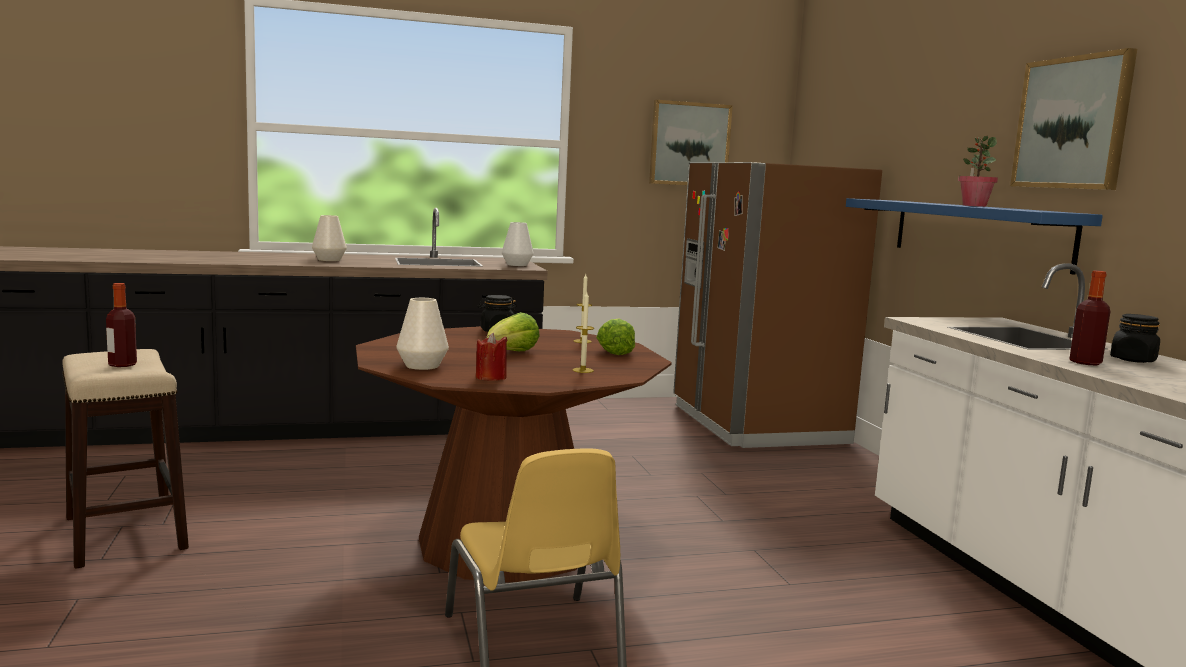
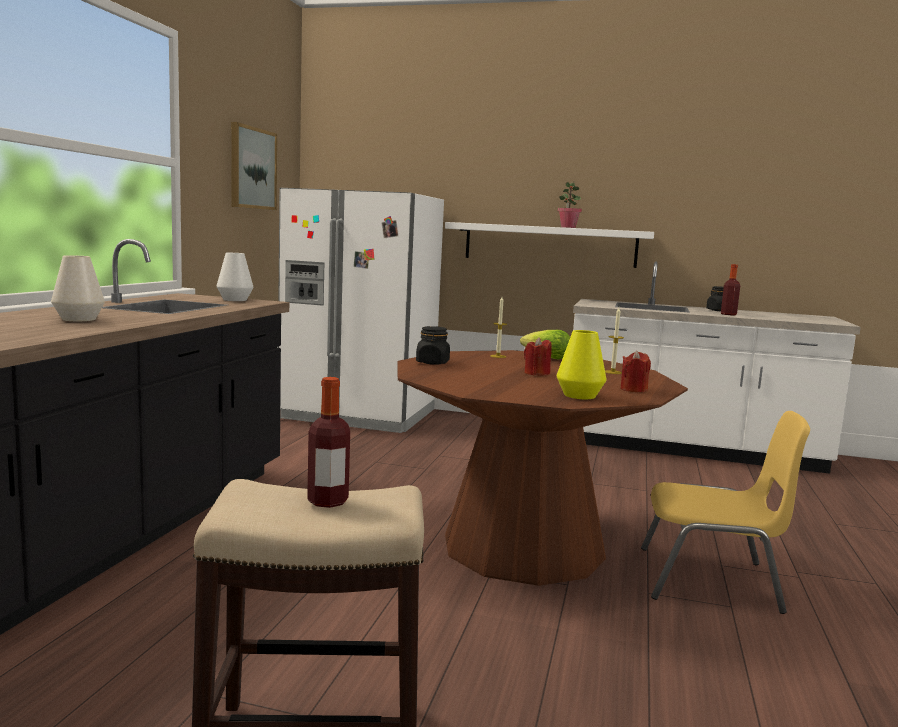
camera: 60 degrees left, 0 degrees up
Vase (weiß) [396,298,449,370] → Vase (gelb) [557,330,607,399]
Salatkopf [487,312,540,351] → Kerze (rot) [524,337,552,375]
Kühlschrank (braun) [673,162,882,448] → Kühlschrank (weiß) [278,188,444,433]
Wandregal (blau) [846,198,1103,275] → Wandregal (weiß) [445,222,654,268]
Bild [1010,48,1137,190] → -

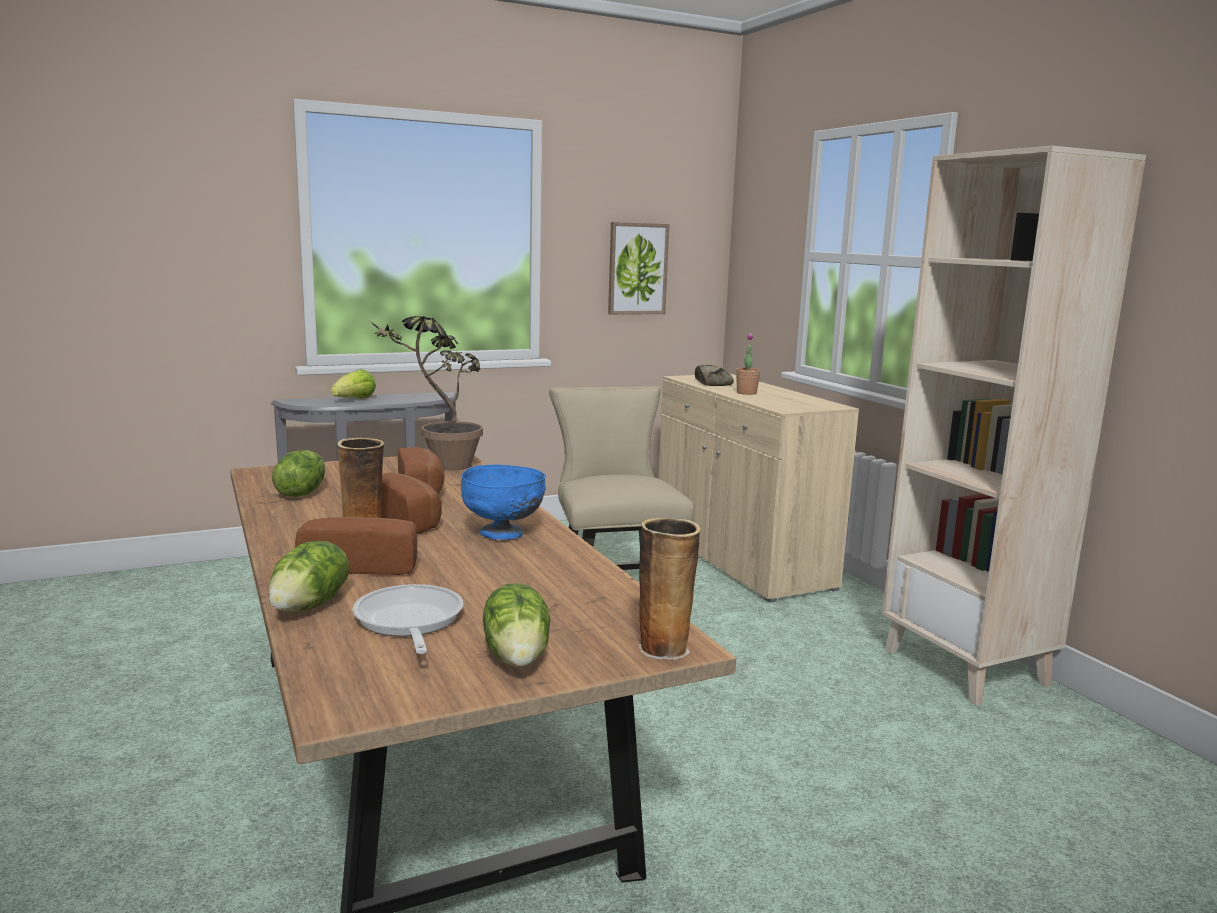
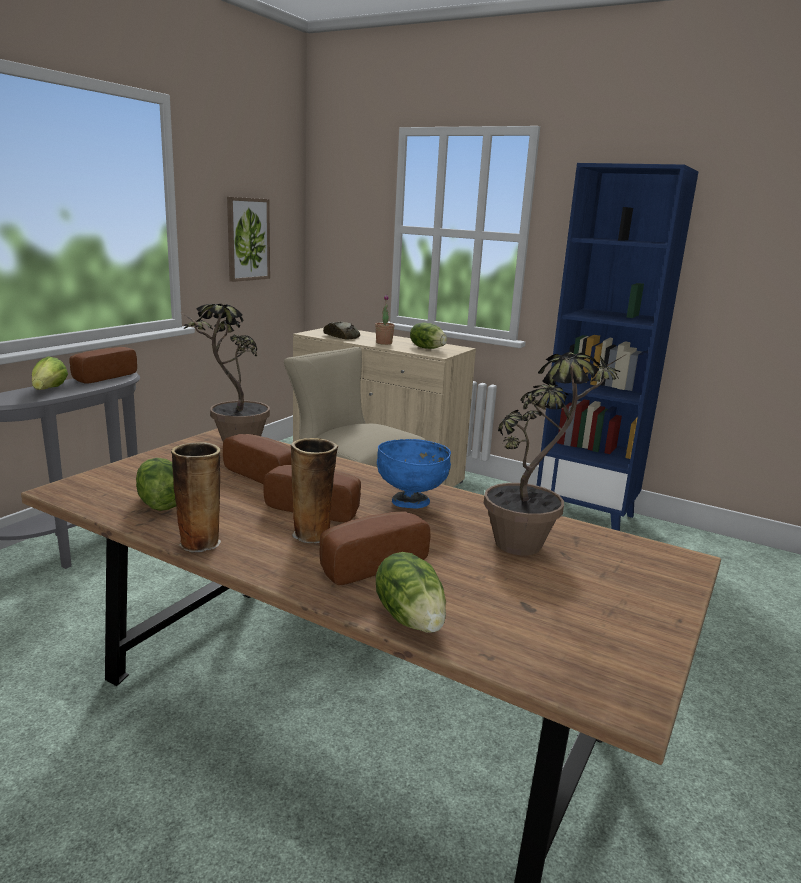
camera: 35 degrees left, 5 degrees up
Pfanne [352,584,463,654] → -
Salatkopf [483,583,550,667] → Salatkopf [410,322,447,349], shifted
Vase [638,518,701,660] → Vase [171,442,221,552], shifted
Bücherregal (beige) [882,146,1146,705] → Bücherregal (blau) [536,163,698,531]
- → Brot [69,347,137,384]
- → Topfpflanze [484,352,627,555]

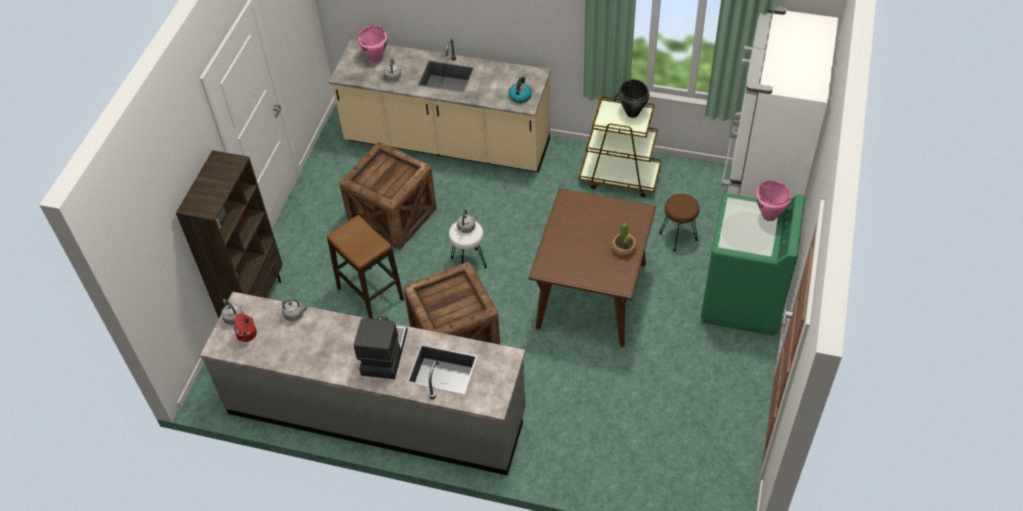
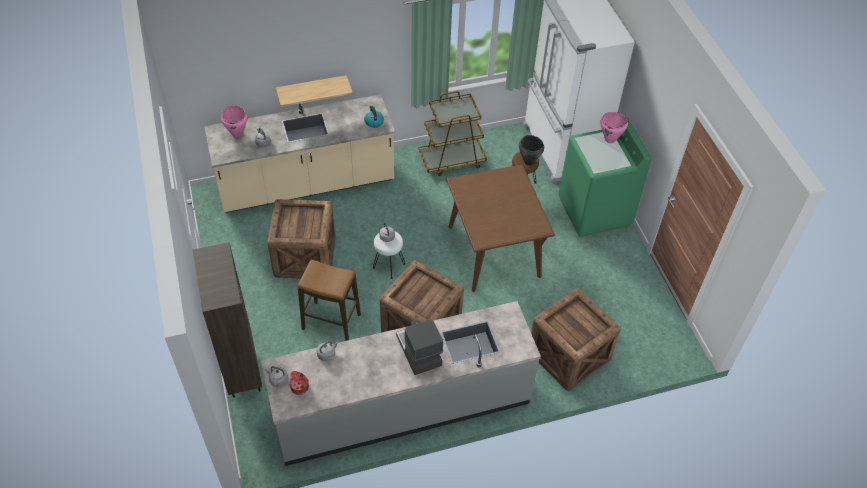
camera: 35 degrees left, 0 degrees up
Topfpflanze [612,223,637,256] → -
Kochtopf (schwarz) [619,79,649,118] → Kochtopf (schwarz) [519,135,544,165], shifted
- → Wandregal [276,75,353,107]
- → Kiste [531,289,621,391]

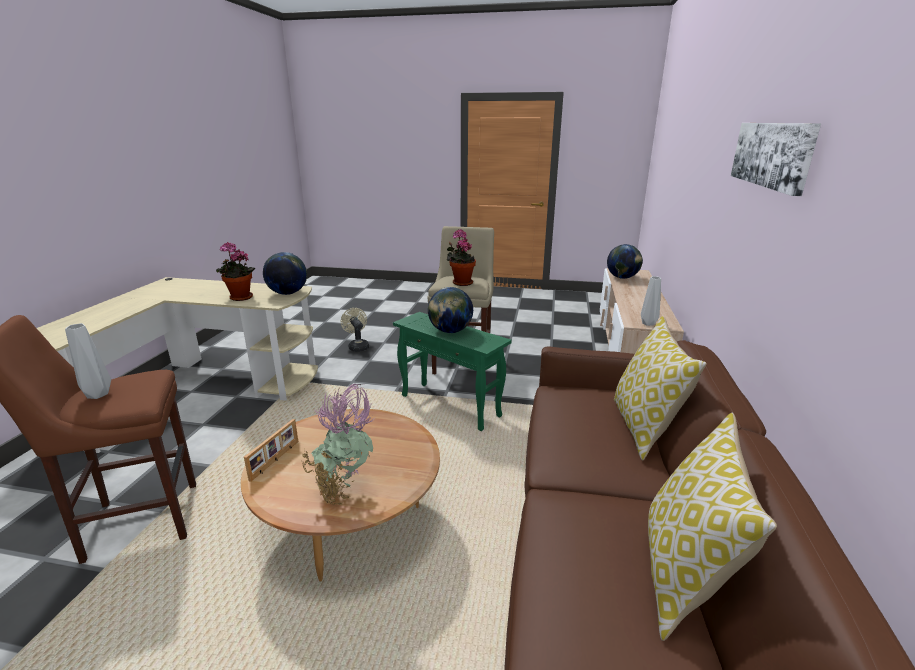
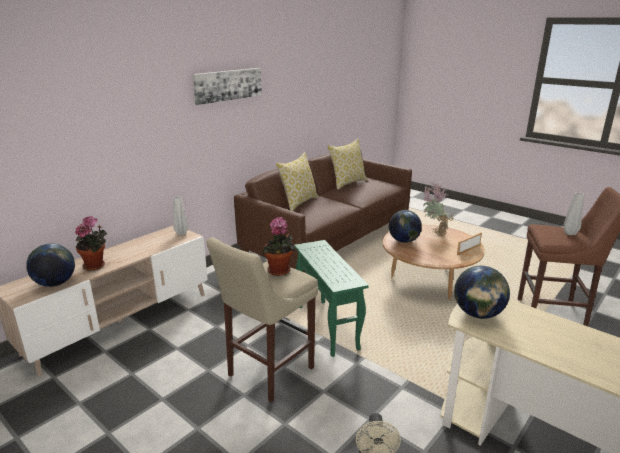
camera: 150 degrees left, 0 degrees up
Topfpflanze [216,242,255,301] → Topfpflanze [75,216,107,271], shifted
Globus [428,287,473,333] → Globus [389,210,422,243], shifted

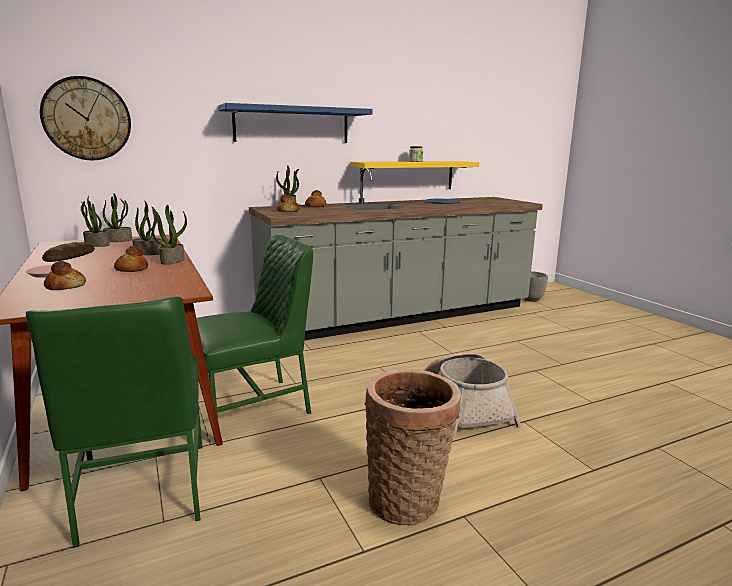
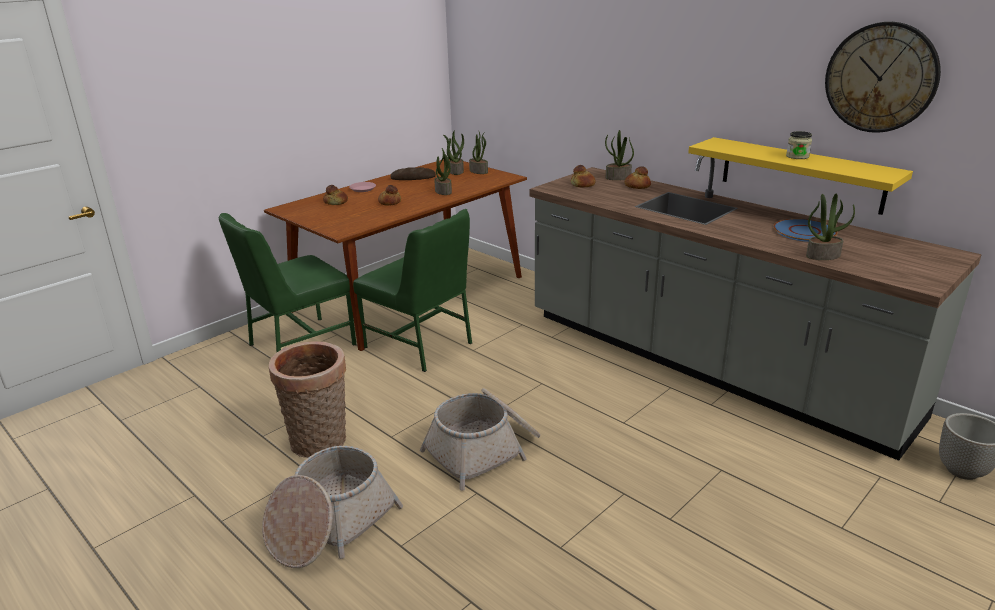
camera: 70 degrees right, 10 degrees up
Wanduhr [40,76,131,160] → Wanduhr [825,22,941,133], shifted
Topfpflanze [152,205,187,265] → Topfpflanze [806,194,855,260], shifted
Wandregal (blau) [218,103,372,143] → -
- → Korb [262,446,403,568]

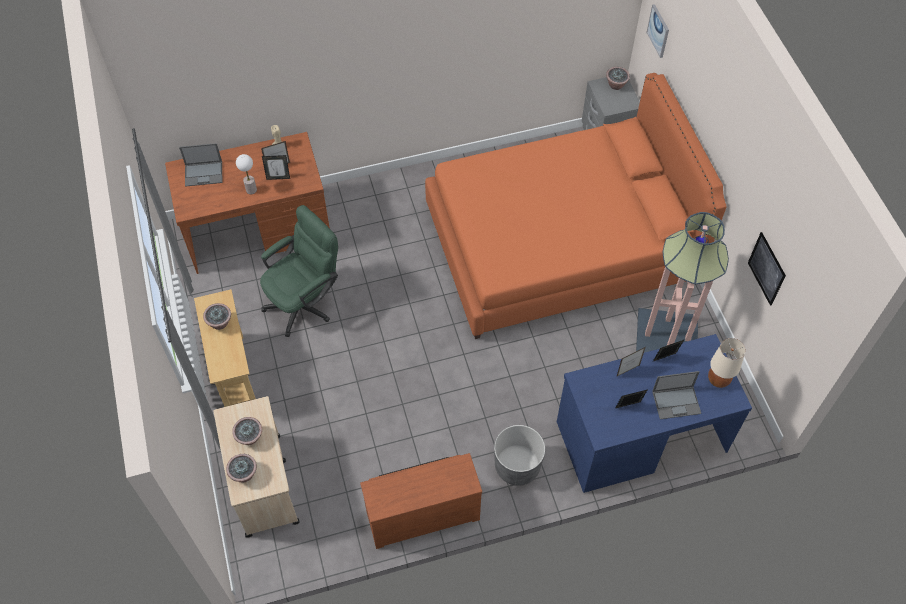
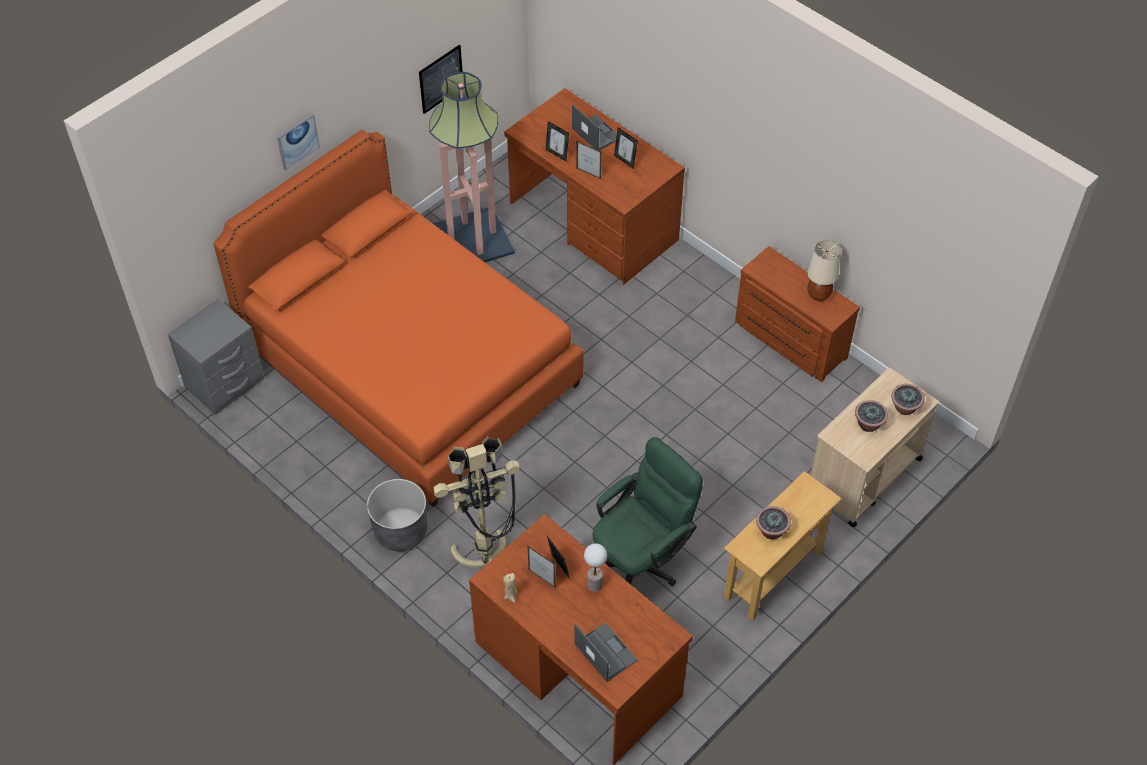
camera: 120 degrees left, 5 degrees down
Bürostuhl (grün) [260,205,338,337] → Bürostuhl (grün) [593,437,703,586], 120 degrees clockwise
Pflanzkübel (grau) [494,425,545,486] → Pflanzkübel (grau) [367,479,427,551], shifted
Schreibtisch (blau) [557,334,752,493] → Schreibtisch (braun) [504,88,685,285]
Topfpflanze [606,67,630,90] → -
Bild [646,4,669,58] → Bild [277,114,320,171], shifted
Tischlampe (beige) [708,338,746,388] → Tischlampe (beige) [807,240,840,301], shifted
- → Stehlampe (beige) [434,437,519,568]

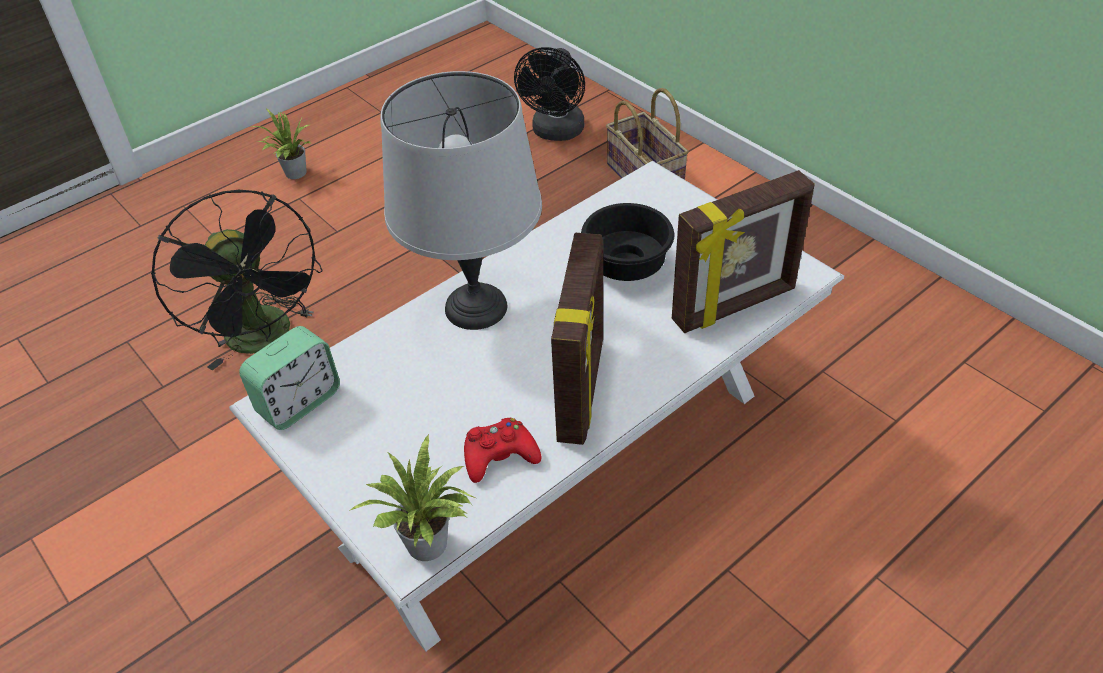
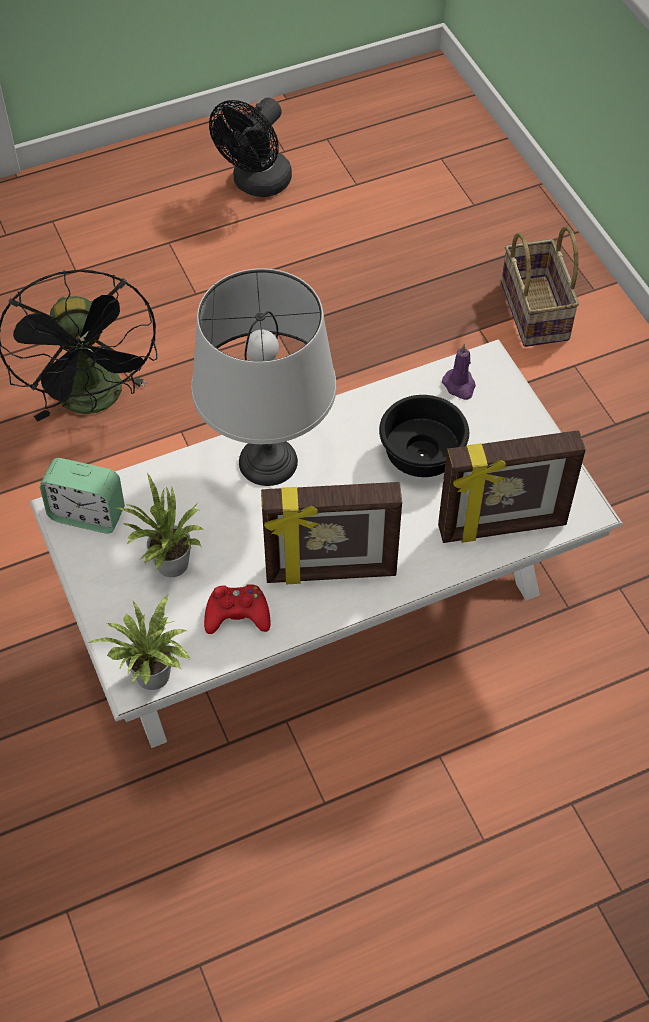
camera: 15 degrees right, 10 degrees up
Wecker [239,326,340,430] → Wecker [40,458,125,533], 45 degrees clockwise
Topfpflanze [250,108,312,179] → Topfpflanze [116,472,204,577], shifted
Ventilator (schwarz) [514,47,585,141] → Ventilator (schwarz) [209,97,292,197], shifted
Bilderrahmen [551,233,603,445] → Bilderrahmen [261,482,402,584], 60 degrees clockwise
- → Kerze (lila) [442,344,476,400]

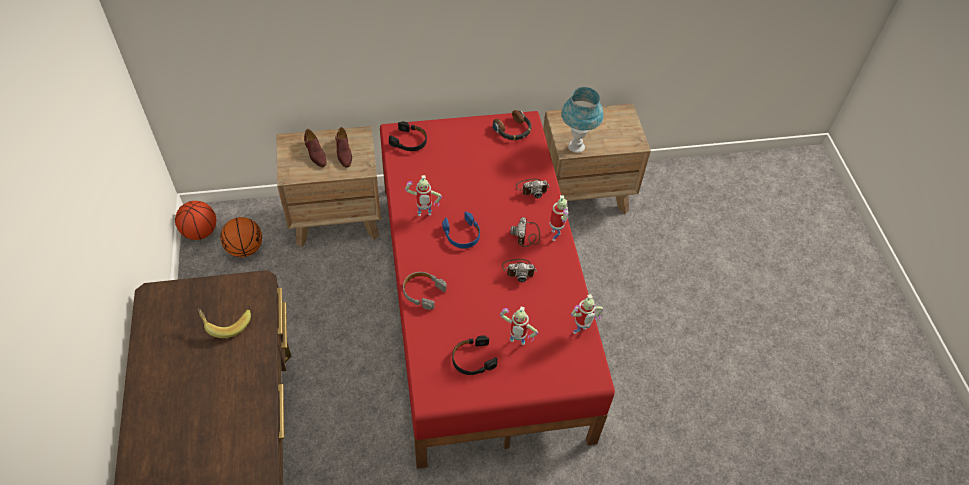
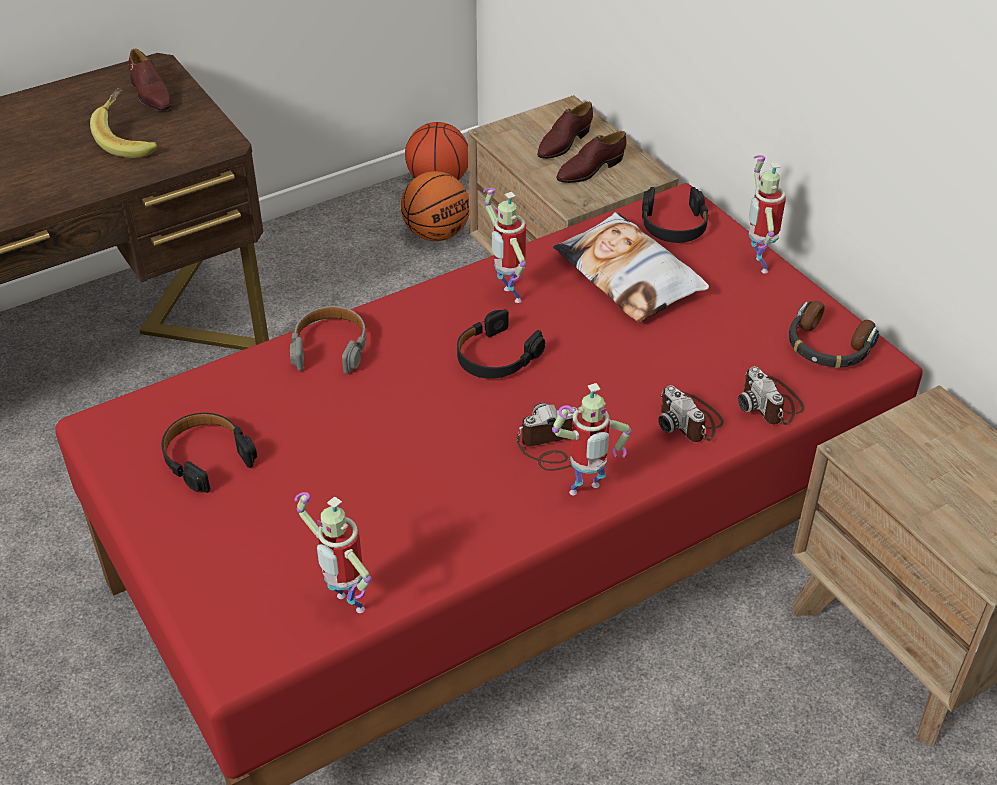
camera: 70 degrees right, 10 degrees down
Kopfhörer (blau) [442,212,480,249] → Kopfhörer (schwarz) [457,309,545,379]
Spielzeugroboter [500,307,538,345] → Spielzeugroboter [749,155,786,274], shifted
Kamera [502,259,537,282] → Kamera [738,366,805,425], shifted
Tischlampe (blau) [561,87,604,153] → -
- → Schuh (braun) [127,49,171,111]
- → Kissen [553,212,709,323]

